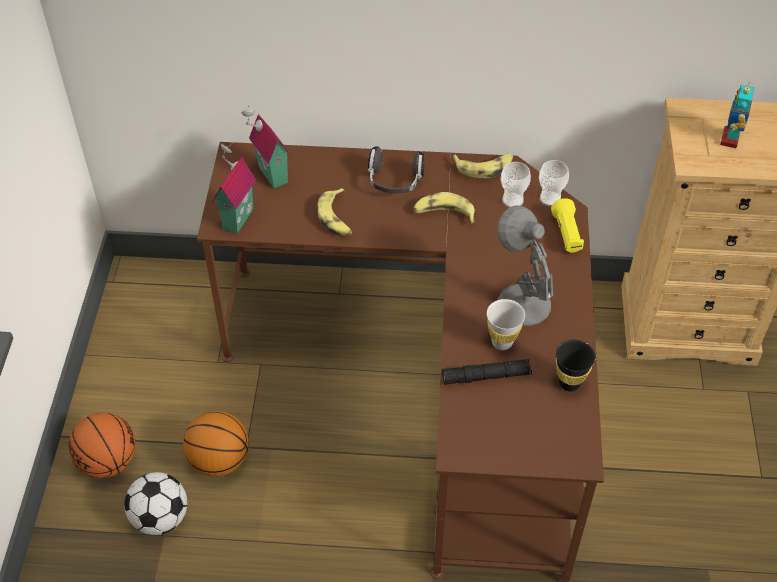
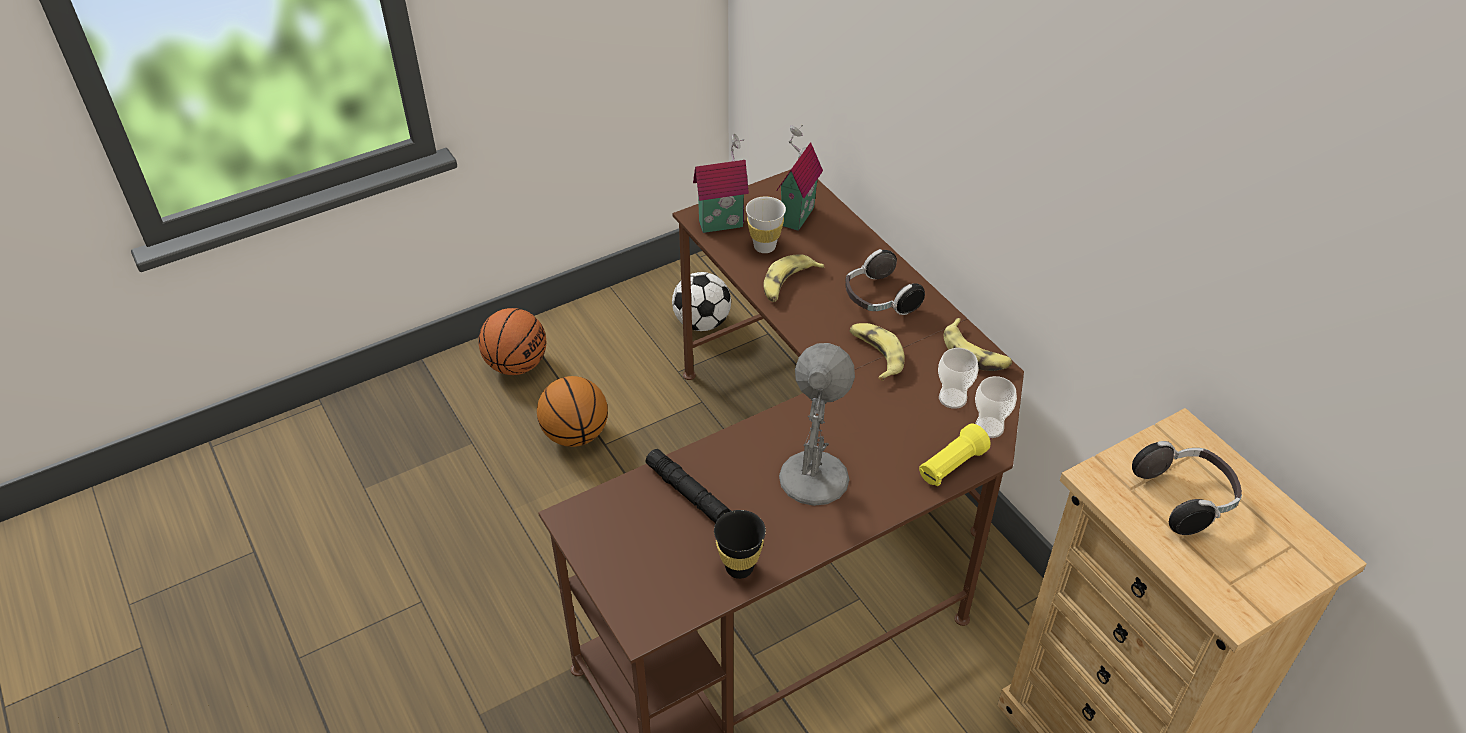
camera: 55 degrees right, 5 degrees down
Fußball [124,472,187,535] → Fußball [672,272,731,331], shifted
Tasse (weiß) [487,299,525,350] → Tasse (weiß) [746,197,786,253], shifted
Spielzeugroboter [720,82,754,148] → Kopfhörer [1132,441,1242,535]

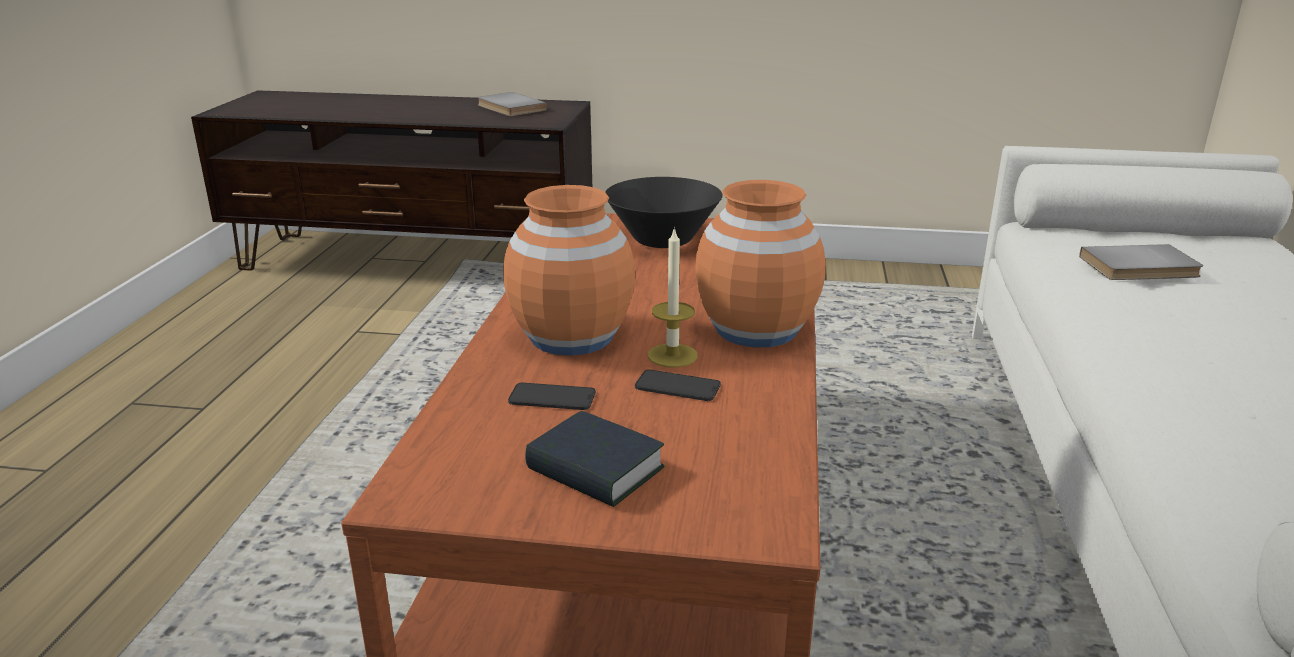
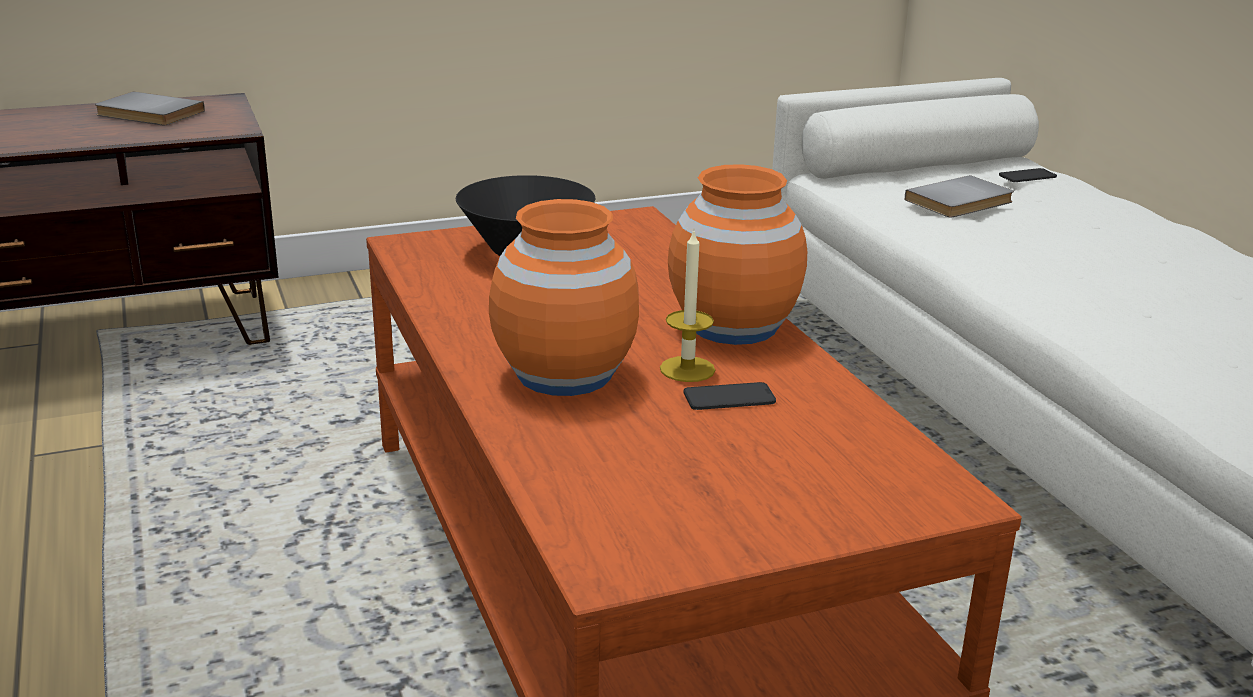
camera: 30 degrees left, 0 degrees up
Handy [508,383,596,410] → Handy [999,168,1057,182], shifted
Buch [525,411,664,507] → -

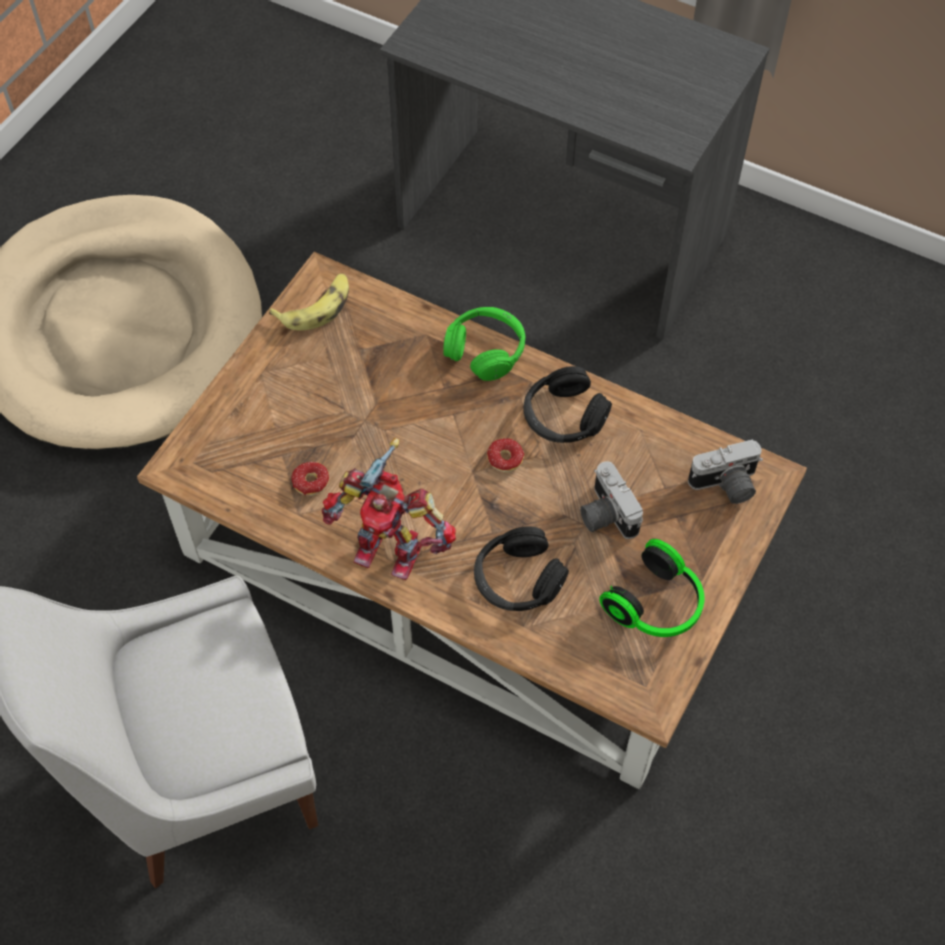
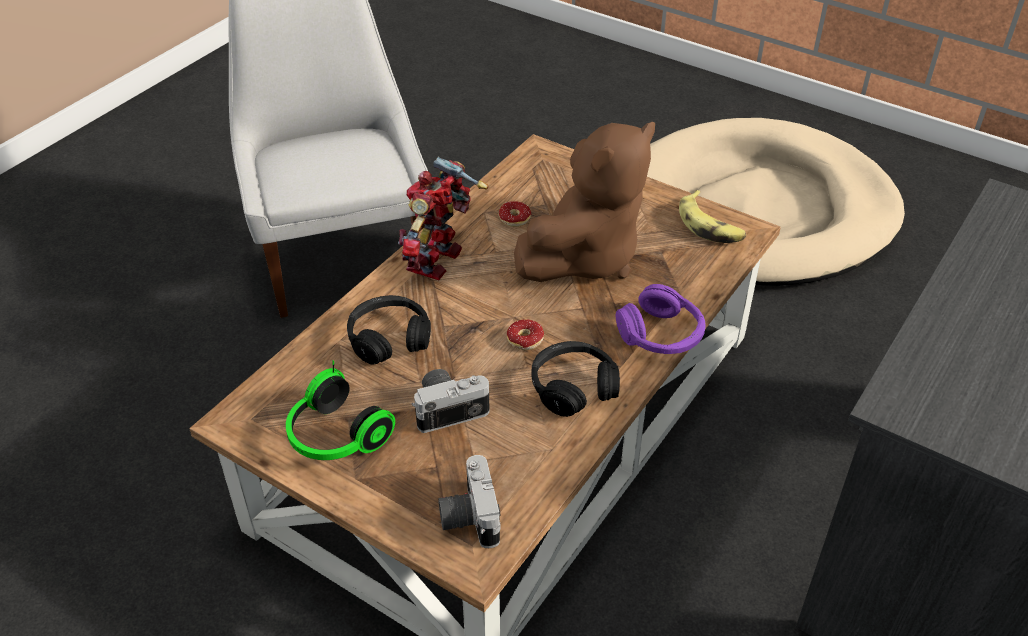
camera: 95 degrees right, 15 degrees down
Kopfhörer (grün) [443,307,525,381] → Kopfhörer (lila) [616,284,706,354]
- → Plüschtier (braun) [514,122,655,282]

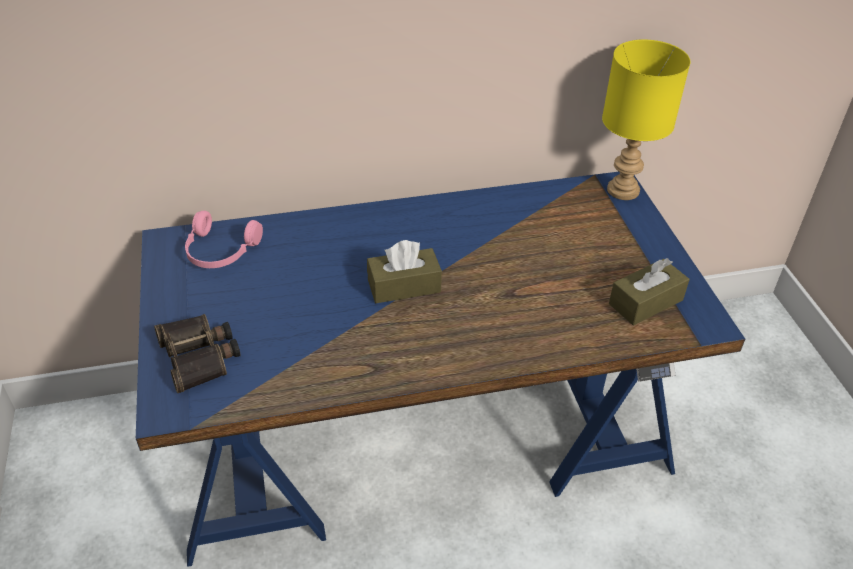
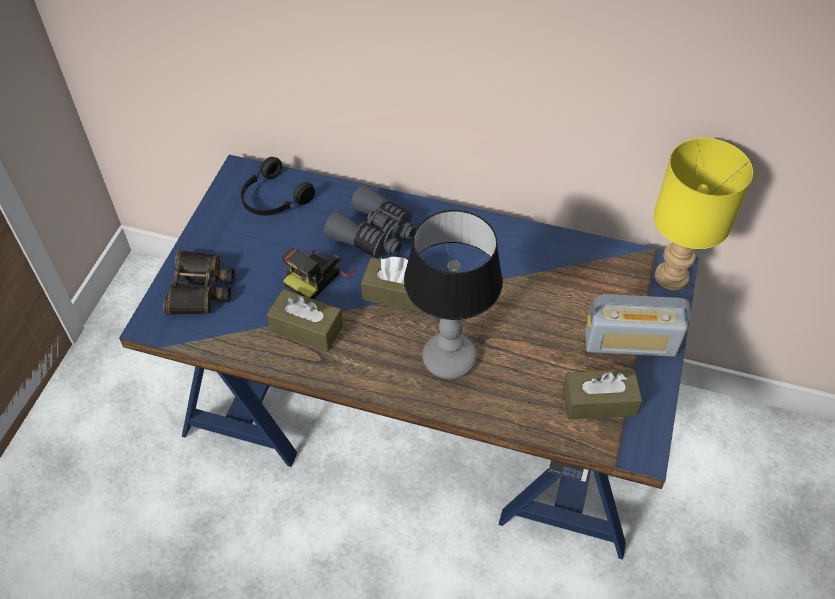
camera: 30 degrees right, 10 degrees up
Kopfhörer (rosa) [185,211,263,268] → Kopfhörer (schwarz) [241,157,315,216]
- → Taschentuchbox (braun) [267,289,343,351]
- → Kamera [282,248,356,299]
- → Fernglas (grau) [324,184,416,258]
- → Tischlampe [404,210,503,379]
- → Radio [585,294,691,357]

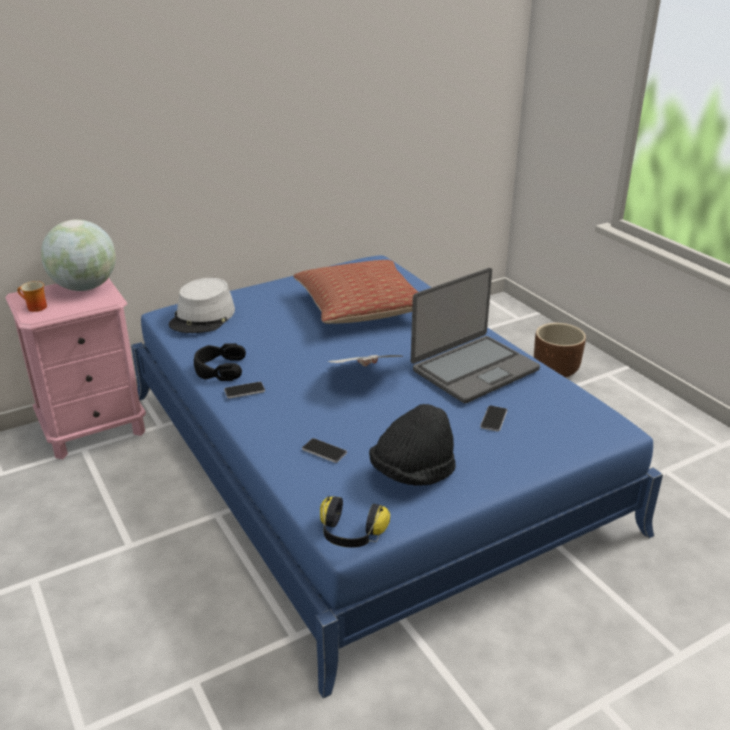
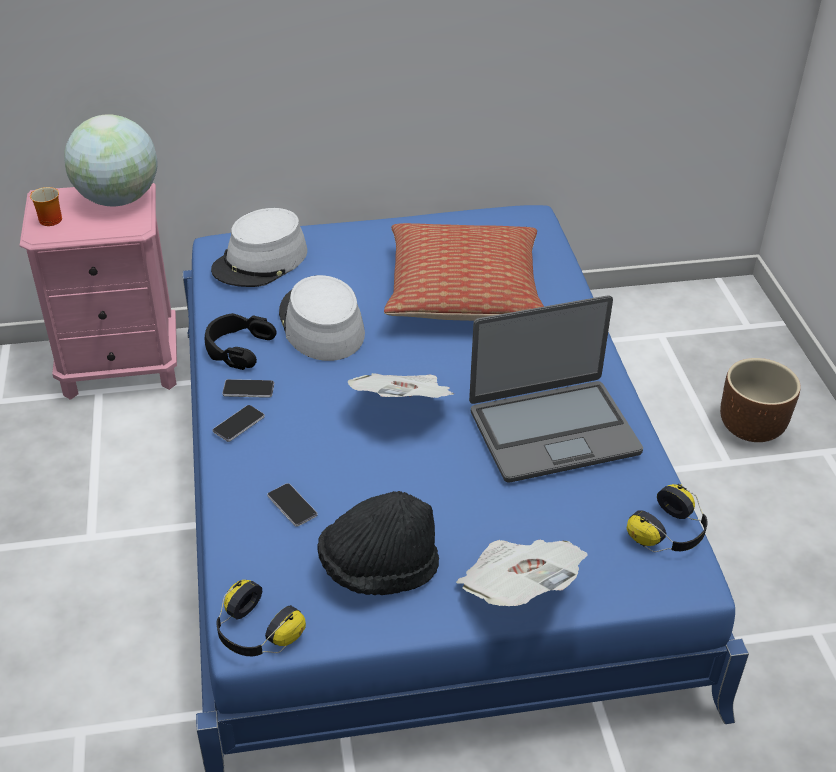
camera: 20 degrees right, 10 degrees up
Handy [480,406,507,432] → Handy [212,405,265,442], shifted
- → Hut (grau) [279,275,365,361]
- → Zeitung [456,539,588,606]
- → Kopfhörer [627,484,707,552]

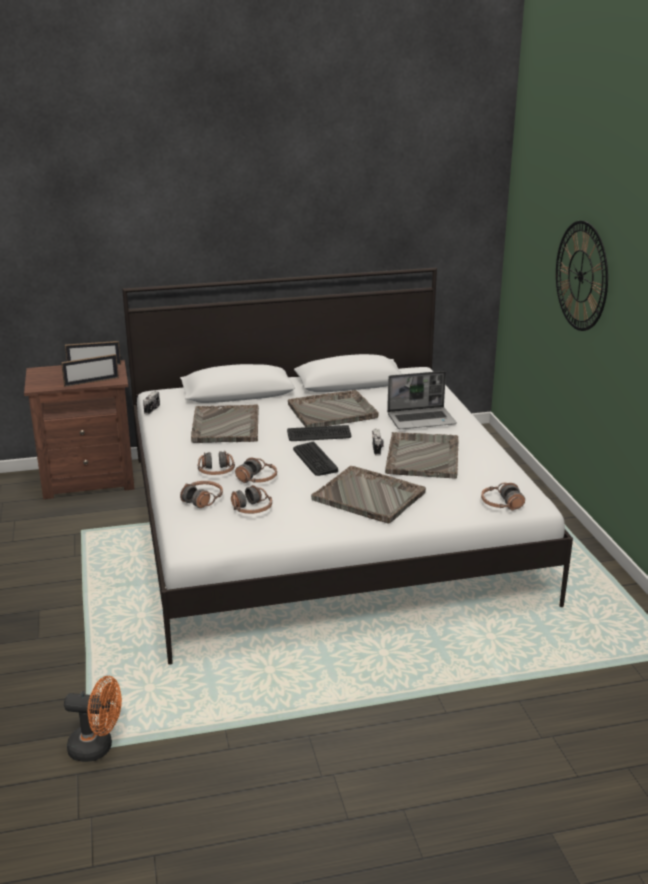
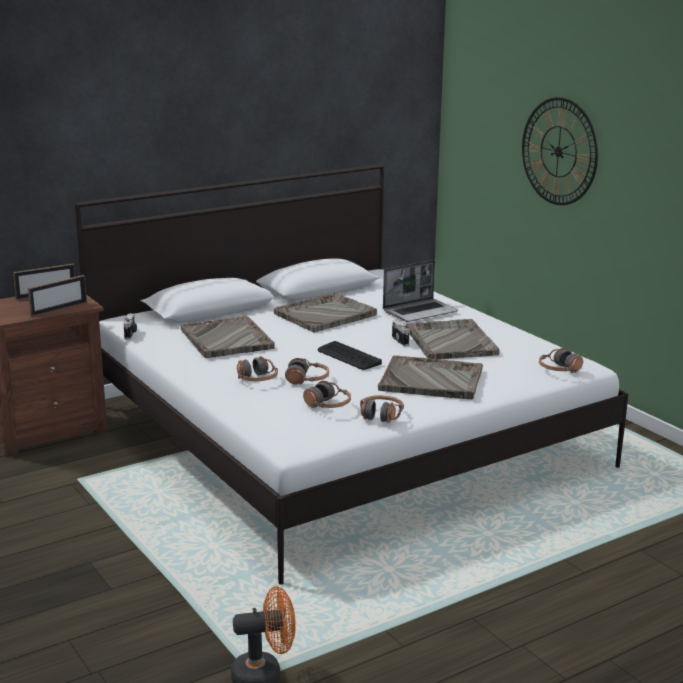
camera: 20 degrees left, 5 degrees down
Kopfhörer [180,481,223,508] → Kopfhörer [360,395,404,423], shifted
Tastatur [287,425,351,441] → -

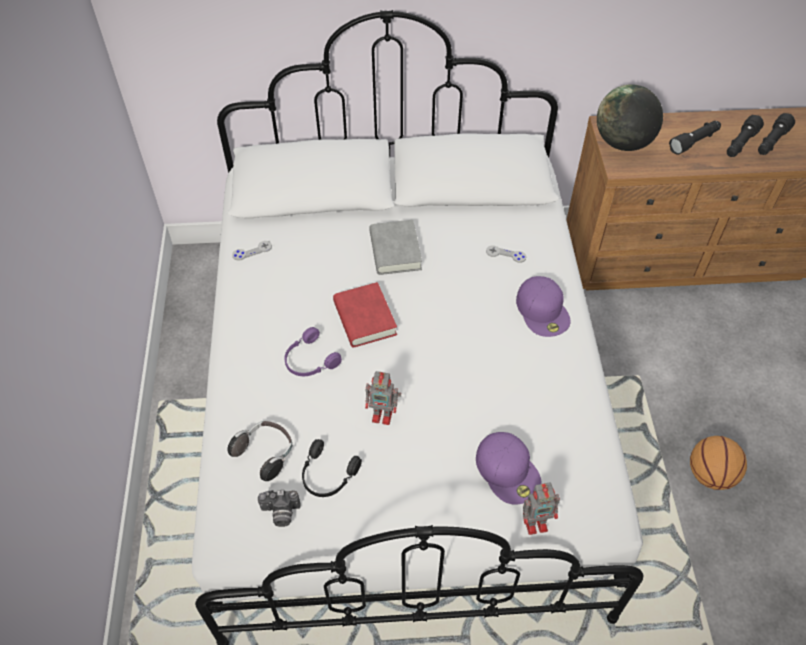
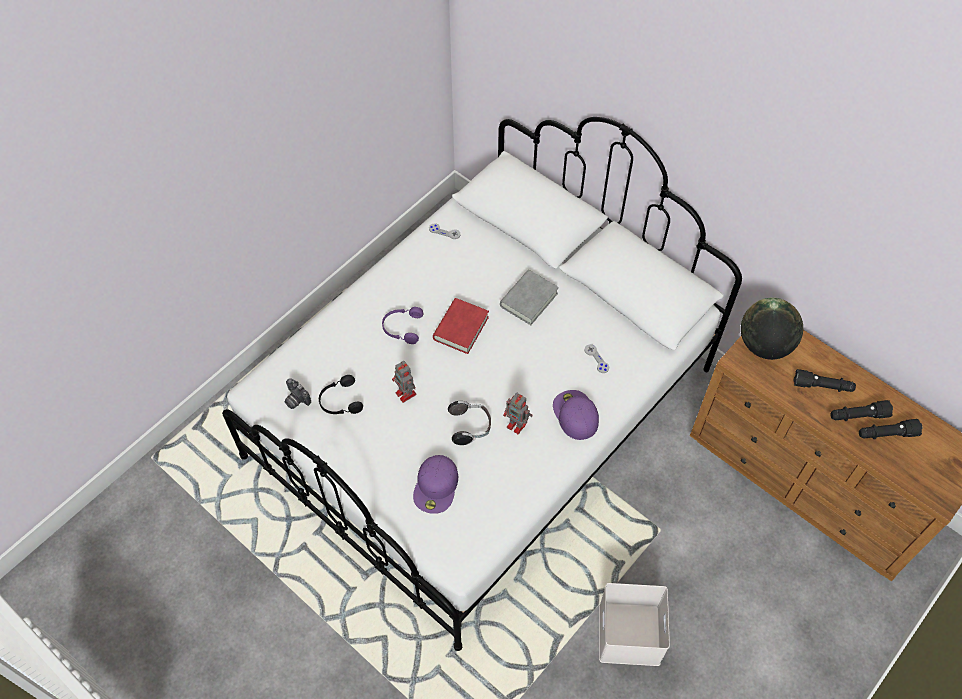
camera: 45 degrees right, 5 degrees up
Kopfhörer [227,421,292,481] → Kopfhörer [448,401,491,445], shifted
Kappe (lila) [516,276,570,337] → Kappe (lila) [553,390,599,440], 135 degrees clockwise
Spielzeugroboter [523,483,560,535] → Spielzeugroboter [503,393,532,434], shifted
Basketball [690,436,747,490] → Aufbewahrungsbox (weiß) [599,583,670,666]

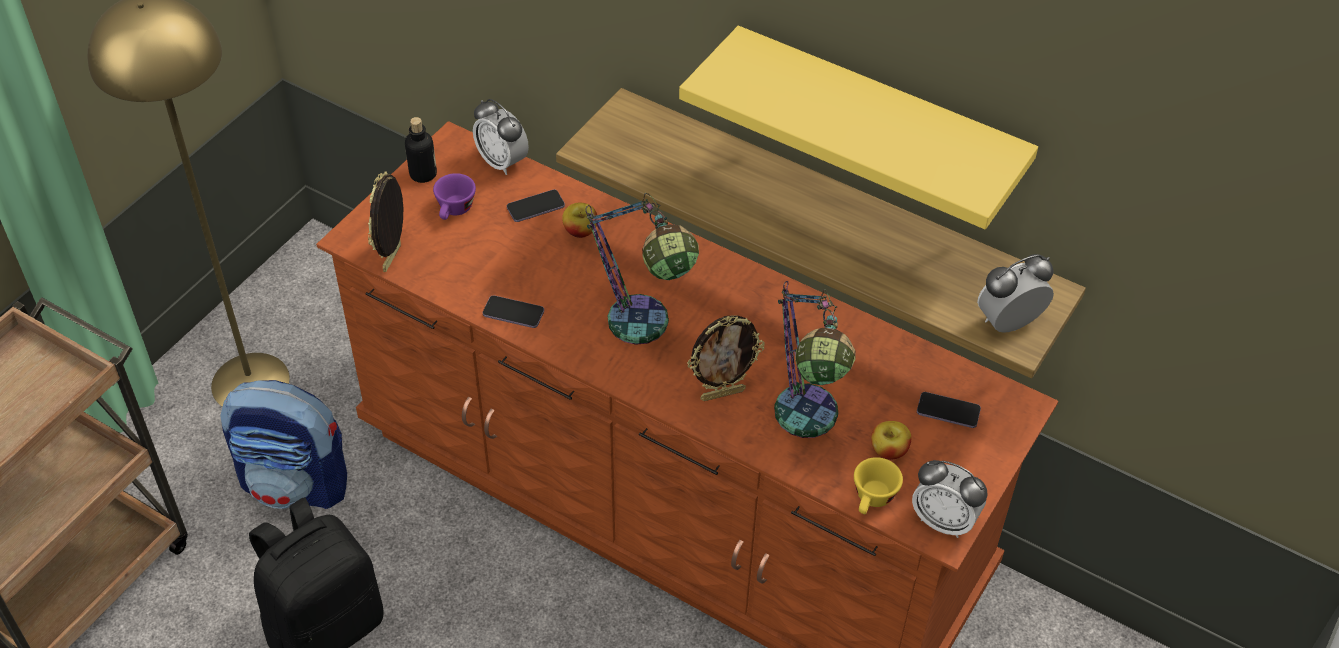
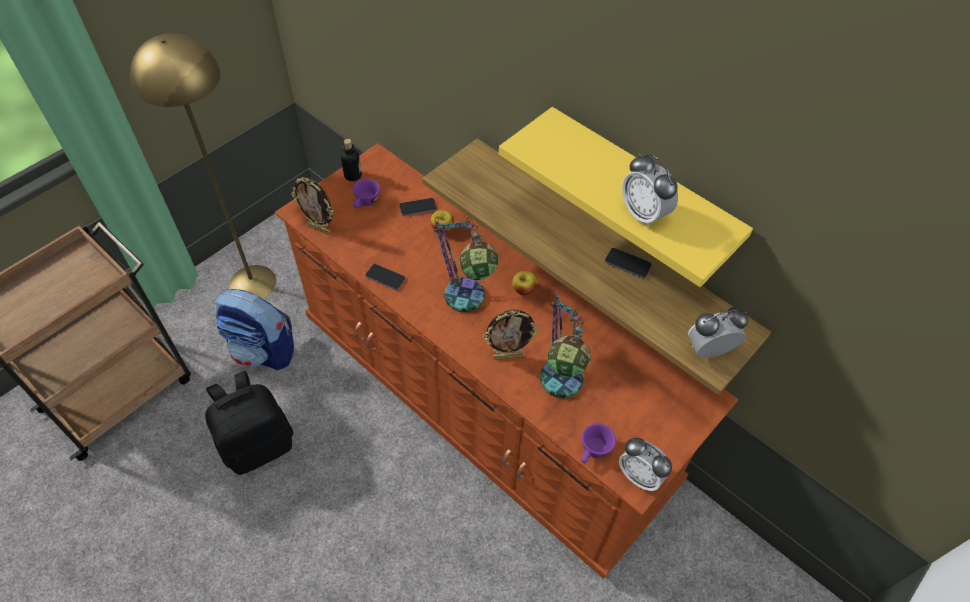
camera: 10 degrees right, 5 degrees up
Bilderrahmen [368,171,403,272] → Bilderrahmen [291,177,334,235], 90 degrees counterclockwise
Wecker [473,99,529,175] → Wecker [622,154,678,228], shifted
Tasse (gelb) [854,457,903,514] → Tasse (lila) [581,423,616,463]
Apfel [871,421,911,460] → Apfel [512,271,537,295], shifted
Handy [917,392,981,428] → Handy [605,248,652,278], shifted

